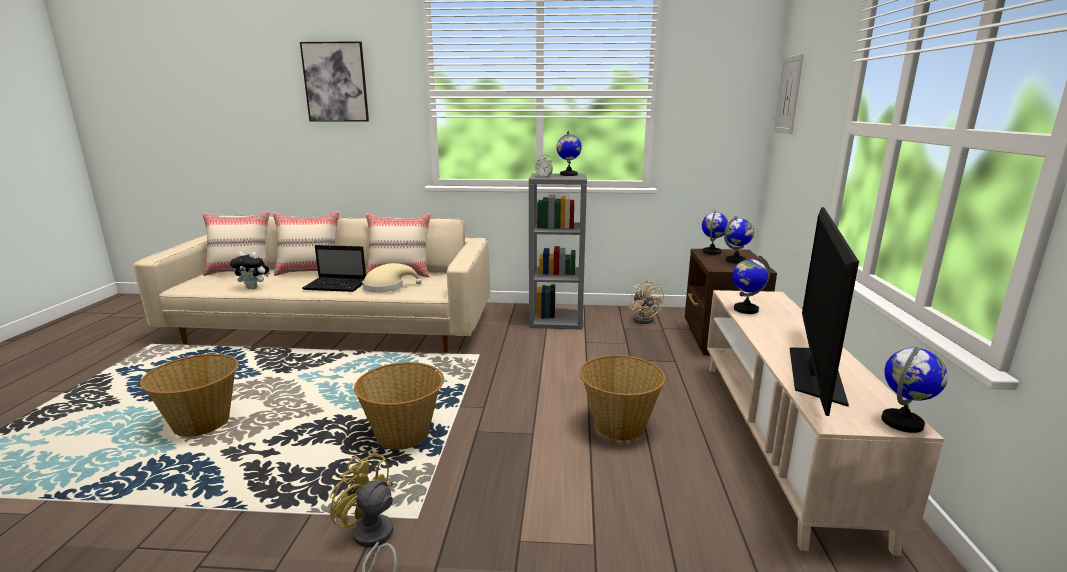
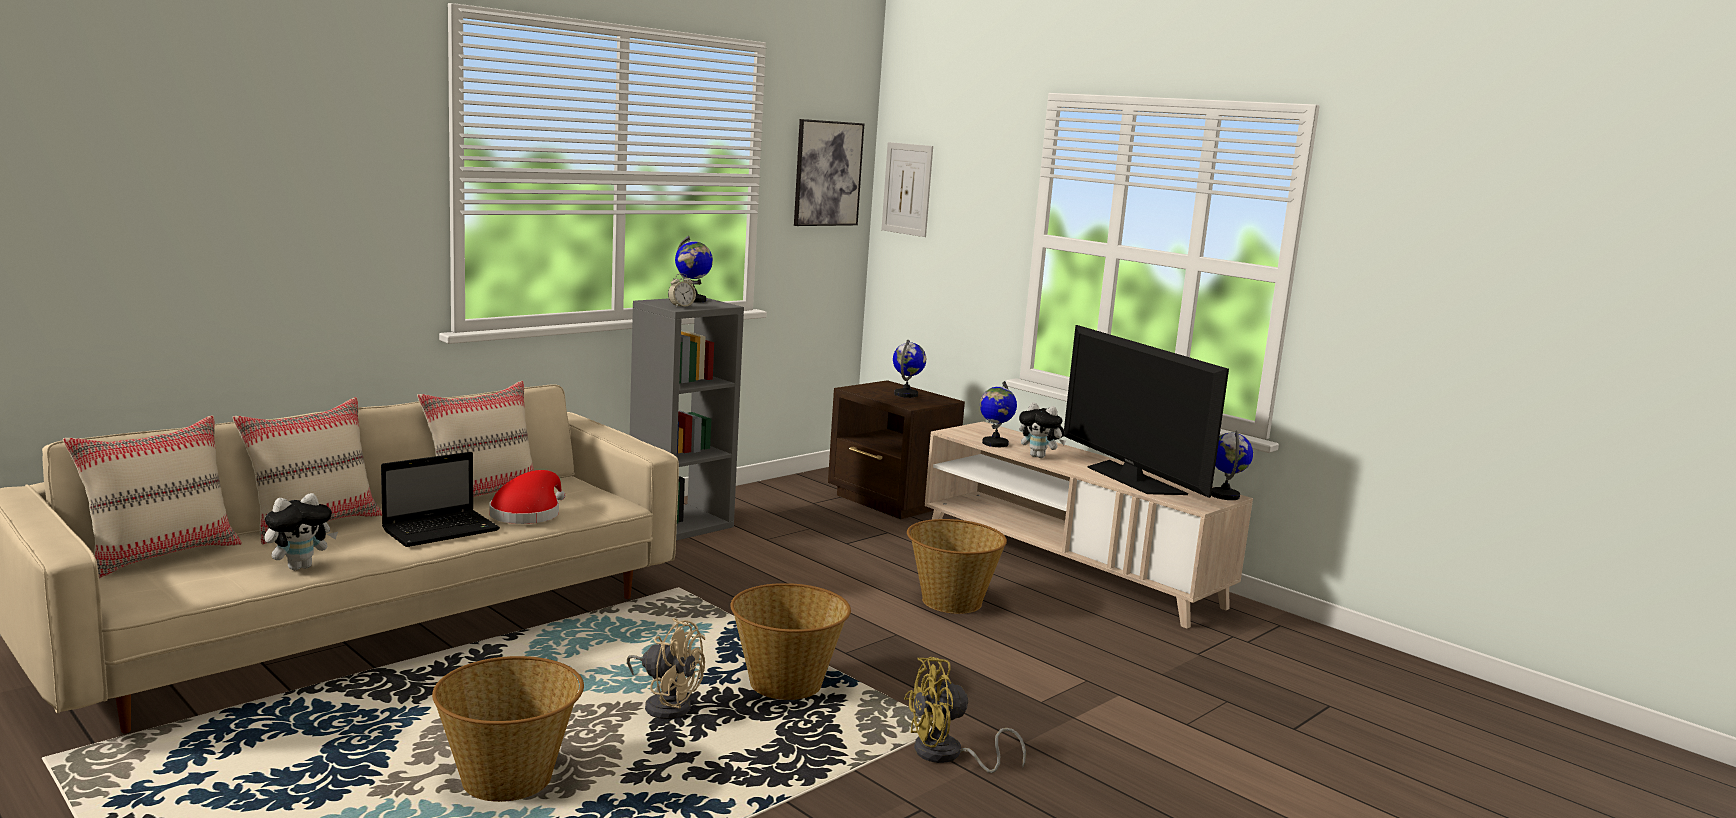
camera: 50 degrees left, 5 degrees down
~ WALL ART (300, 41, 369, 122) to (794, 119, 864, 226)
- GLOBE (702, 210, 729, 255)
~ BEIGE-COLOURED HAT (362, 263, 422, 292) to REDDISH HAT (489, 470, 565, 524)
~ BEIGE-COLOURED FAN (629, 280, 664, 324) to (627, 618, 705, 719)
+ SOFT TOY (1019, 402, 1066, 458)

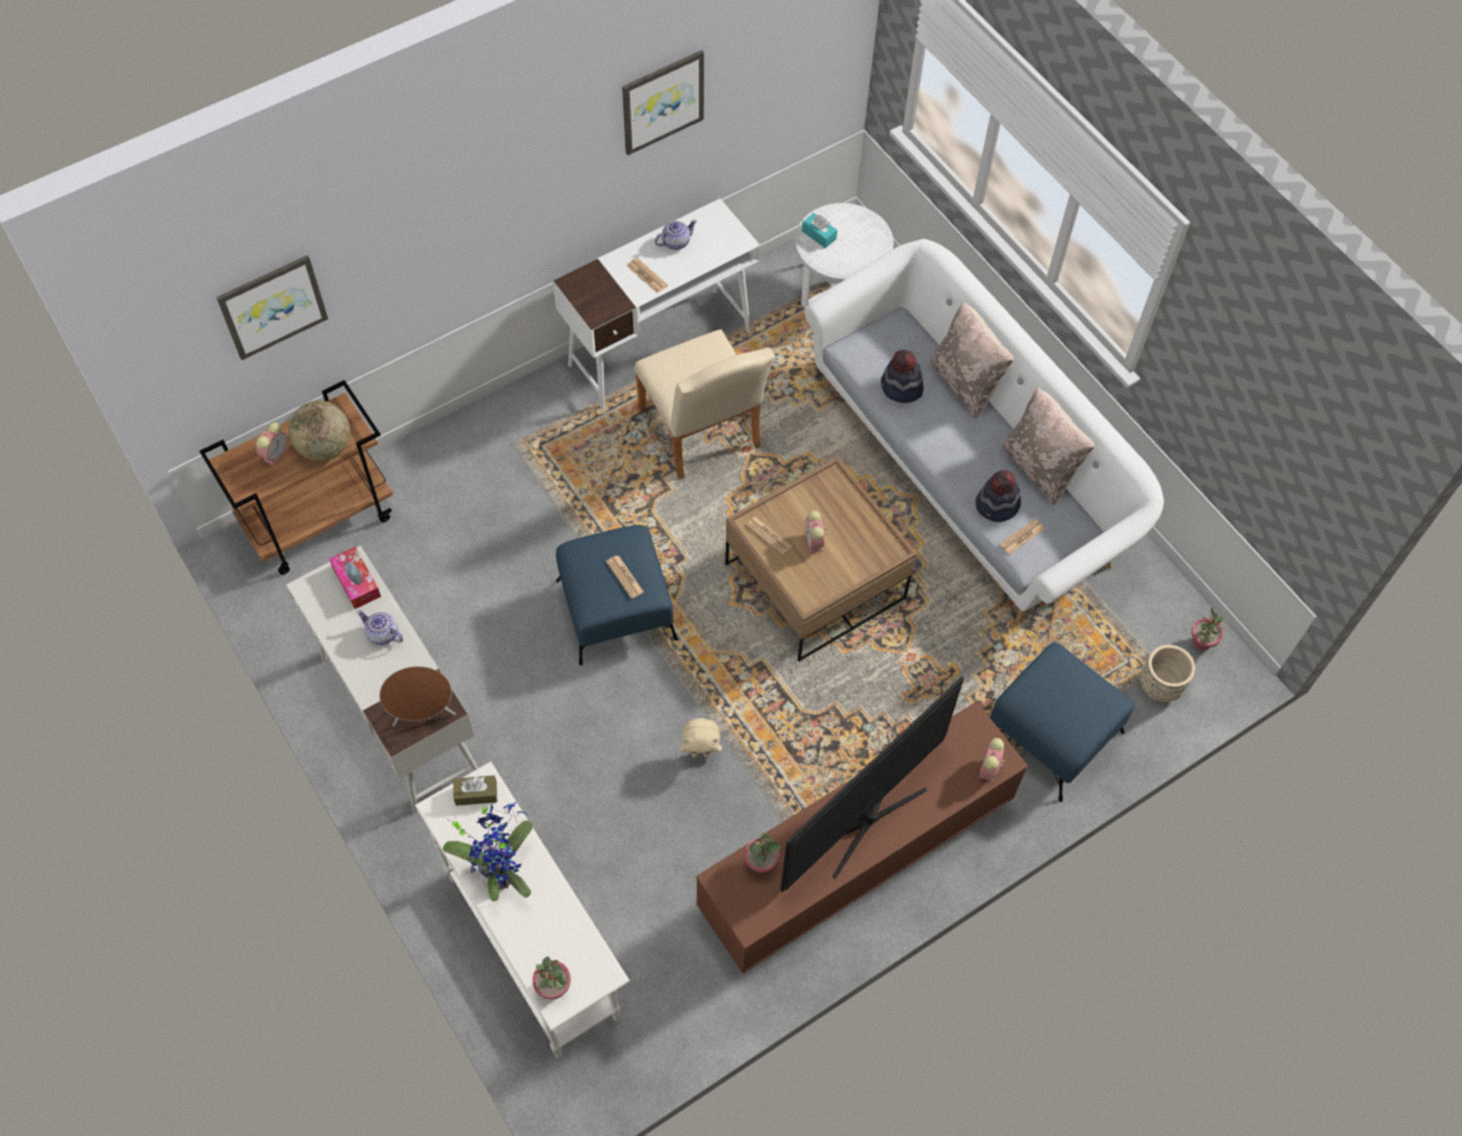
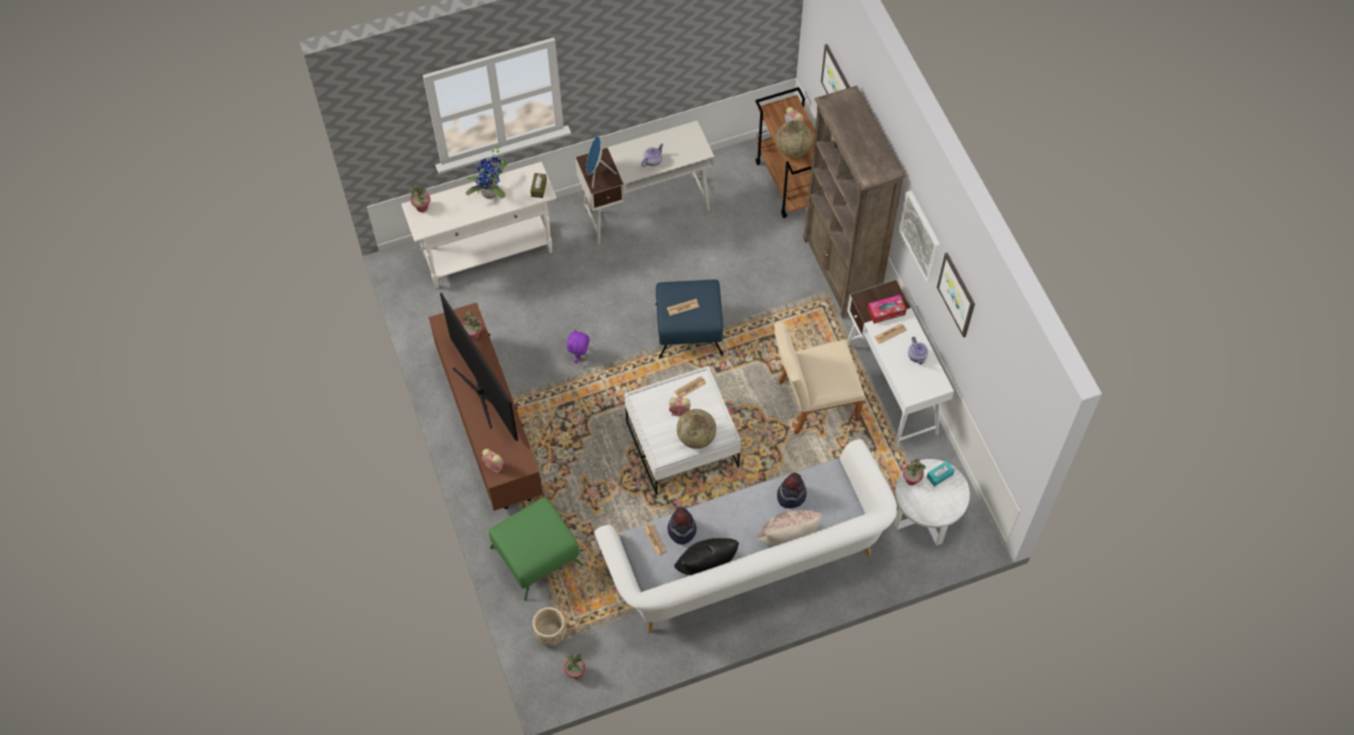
camera: 105 degrees right, 0 degrees up
~ BEIGE-COLOURED CUSHION (1002, 387, 1095, 505) to BLACK-COLOURED CUSHION (674, 538, 739, 575)
~ BROWN LOW TABLE (725, 457, 917, 662) to WHITE LOW TABLE (624, 366, 741, 495)
~ BOX OF TISSUES (329, 547, 381, 609) to (868, 295, 907, 324)
~ BLUISH POUFFE (990, 642, 1135, 802) to GREEN POUFFE (489, 497, 583, 601)
~ BROWN SPEAKER (379, 666, 456, 727) to BLUISH SPEAKER (586, 136, 617, 188)
~ BEIGE-COLOURED SOFT TOY (680, 718, 722, 758) to PURPLISH SOFT TOY (567, 329, 590, 363)
+ BROWN BOOKCASE (803, 86, 905, 319)
+ WALL ART (900, 191, 940, 283)
+ GLOBE (677, 409, 716, 449)
+ POTTED PLANT (903, 458, 926, 485)

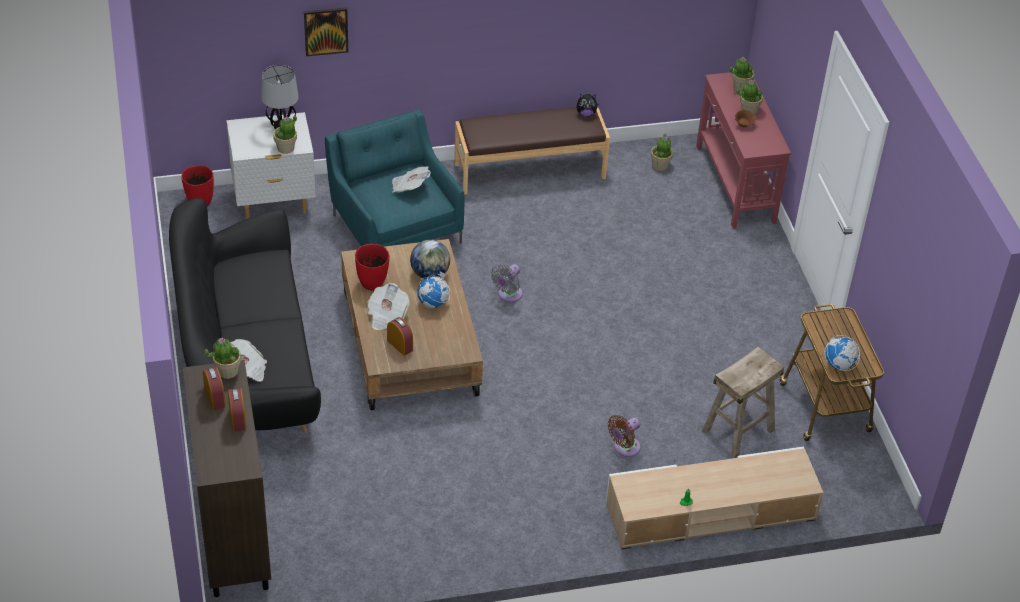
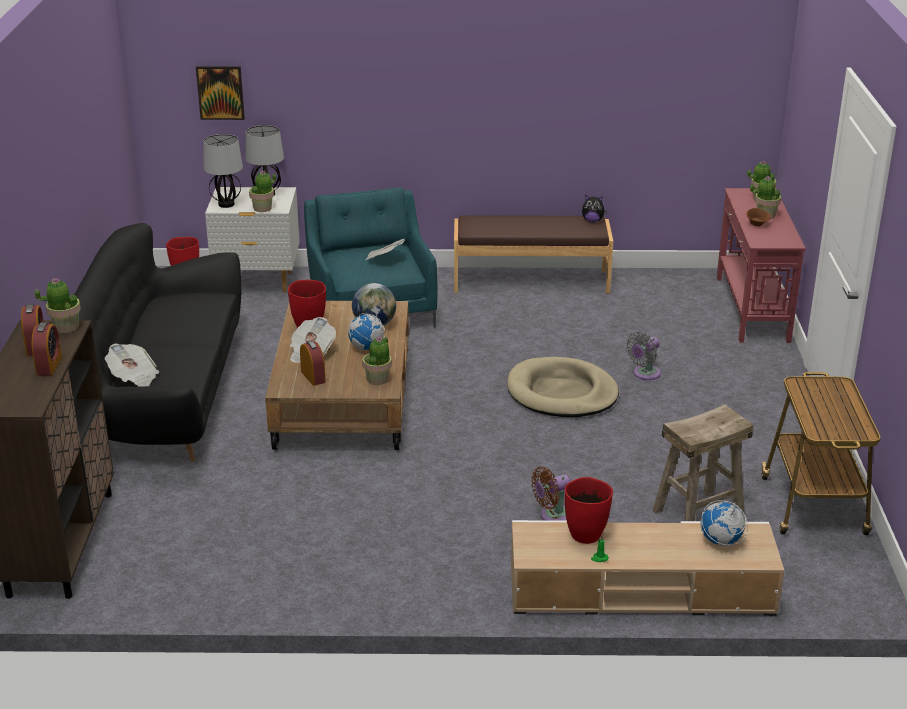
camera: 15 degrees right, 15 degrees down
~ WALL ART (304, 7, 348, 56) to (196, 66, 245, 120)
~ POTTED PLANT (651, 134, 673, 171) to (362, 337, 392, 385)
~ GRAY FAN (491, 264, 523, 302) to (626, 332, 661, 380)
~ GLOBE (824, 335, 860, 371) to (700, 500, 748, 546)
+ LAMP FOR A TABLE (203, 134, 243, 208)
+ BEIGE-COLOURED DOG BED (507, 357, 619, 417)
+ REDDISH DECORATIVE VASE (565, 477, 613, 544)

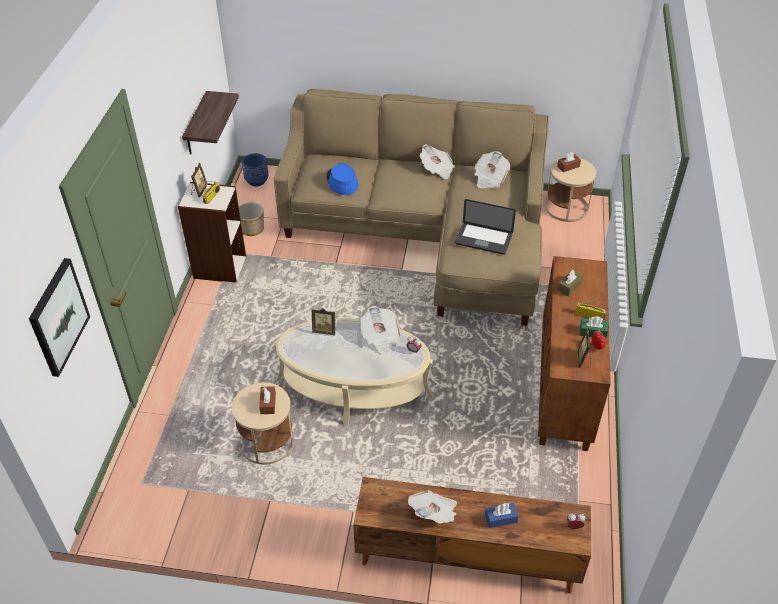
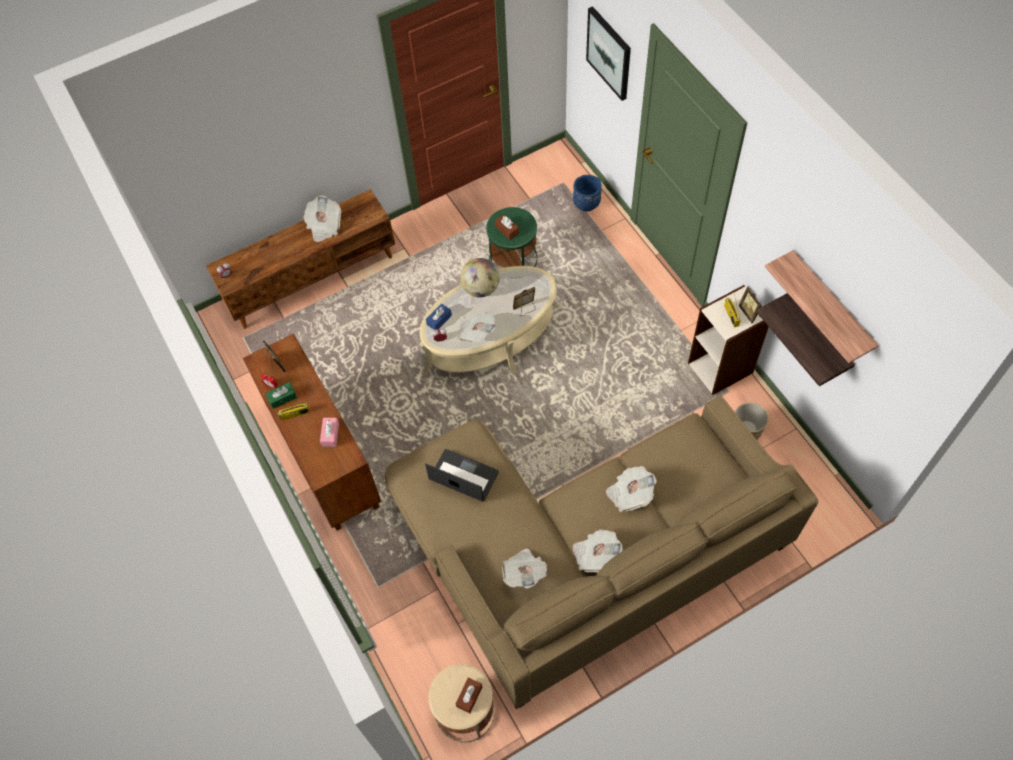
camera: 145 degrees right, 15 degrees up
~ BLUISH FLOWER POT (242, 153, 268, 187) to (573, 175, 602, 211)
- BLUISH HAT (326, 164, 358, 195)
~ LAPTOP (455, 199, 516, 255) = (425, 449, 499, 502) 45 degrees clockwise
~ BROWN BOX OF TISSUES (557, 270, 583, 296) to PINK-COLOURED BOX OF TISSUES (320, 418, 339, 447)
~ BEIGE-COLOURED END TABLE (232, 382, 294, 465) to GREEN END TABLE (486, 207, 537, 267)
~ BLUISH BOX OF TISSUES (485, 503, 519, 528) to (426, 303, 452, 330)
+ BRACKET SHELF (765, 250, 879, 363)
+ GLOBE (460, 258, 500, 298)
+ DAILY PAPER (606, 466, 657, 512)

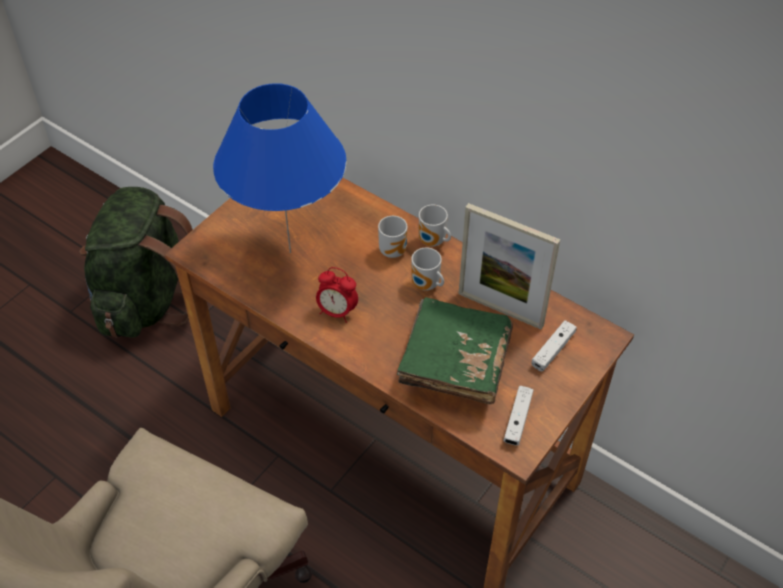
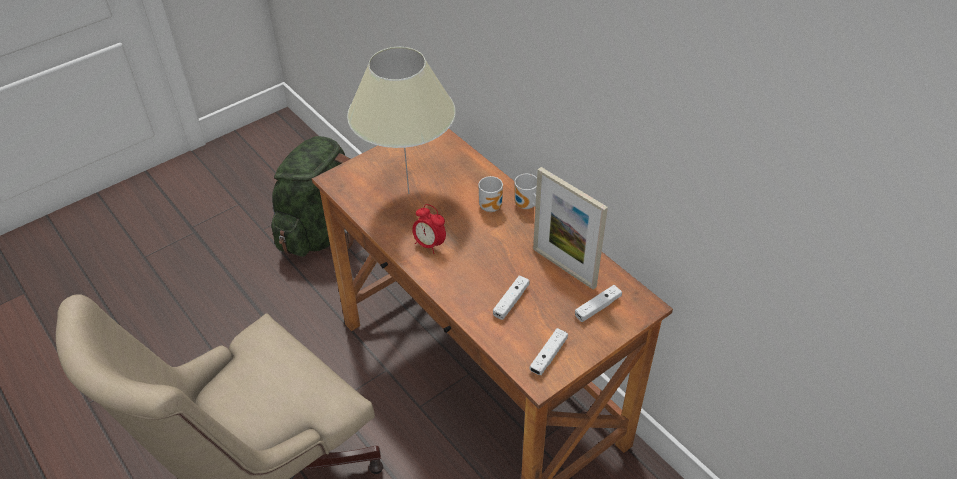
camera: 15 degrees right, 5 degrees down
~ BLUISH LAMP FOR A TABLE (213, 83, 347, 253) to BEIGE-COLOURED LAMP FOR A TABLE (347, 47, 456, 194)
- COFFEE MUG (411, 248, 444, 291)
~ GREEN BOOK (397, 297, 513, 405) to WHITE GAME CONTROLLER (493, 275, 530, 320)

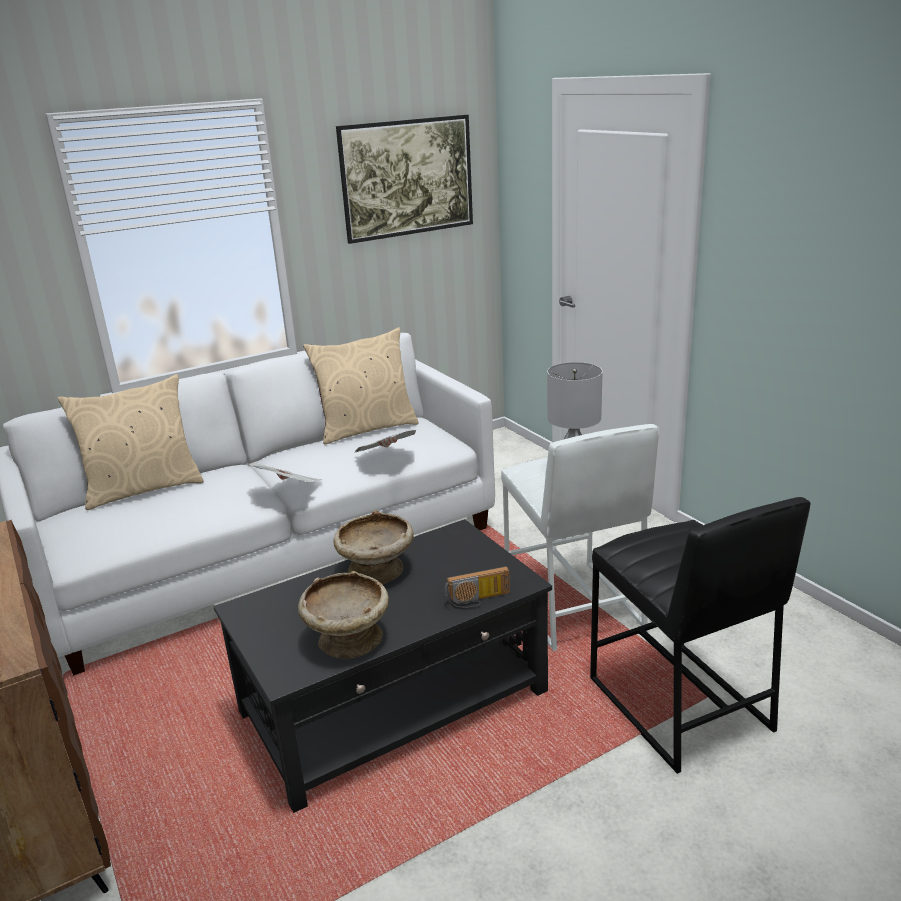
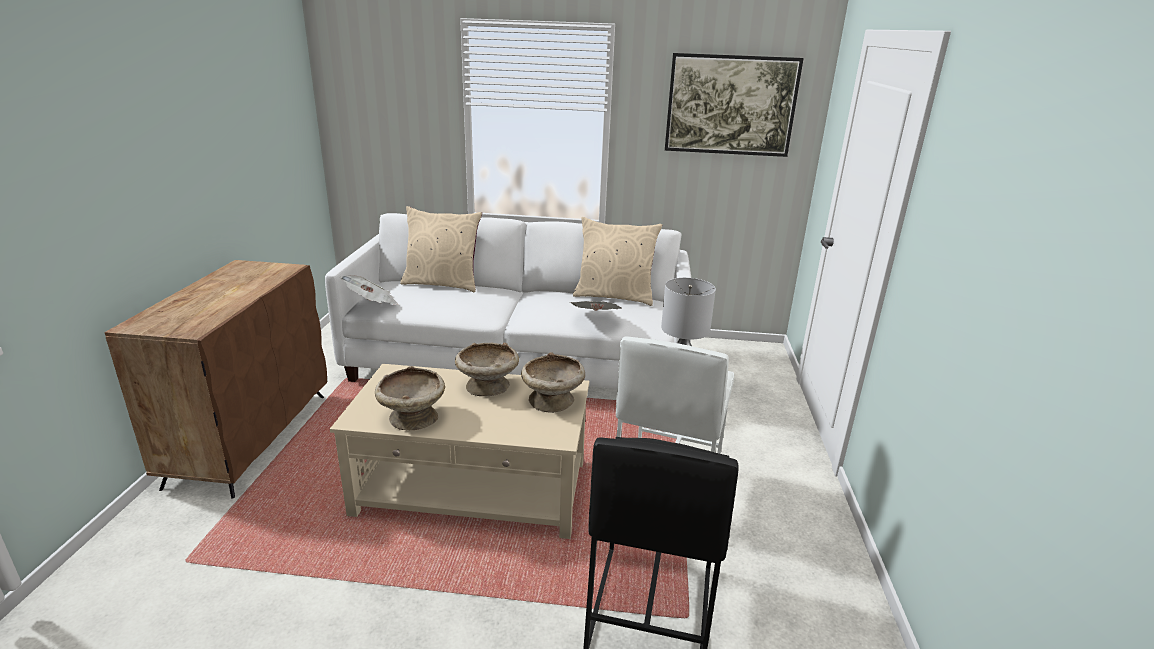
camera: 35 degrees right, 0 degrees up
~ DAILY PAPER (247, 463, 323, 483) to (340, 275, 398, 305)
~ BLACK-COLOURED LOW TABLE (213, 519, 552, 813) to BEIGE-COLOURED LOW TABLE (330, 364, 589, 539)
- RADIO SET (444, 566, 510, 610)
+ BEIGE-COLOURED SERVING BOWL (521, 352, 585, 413)

